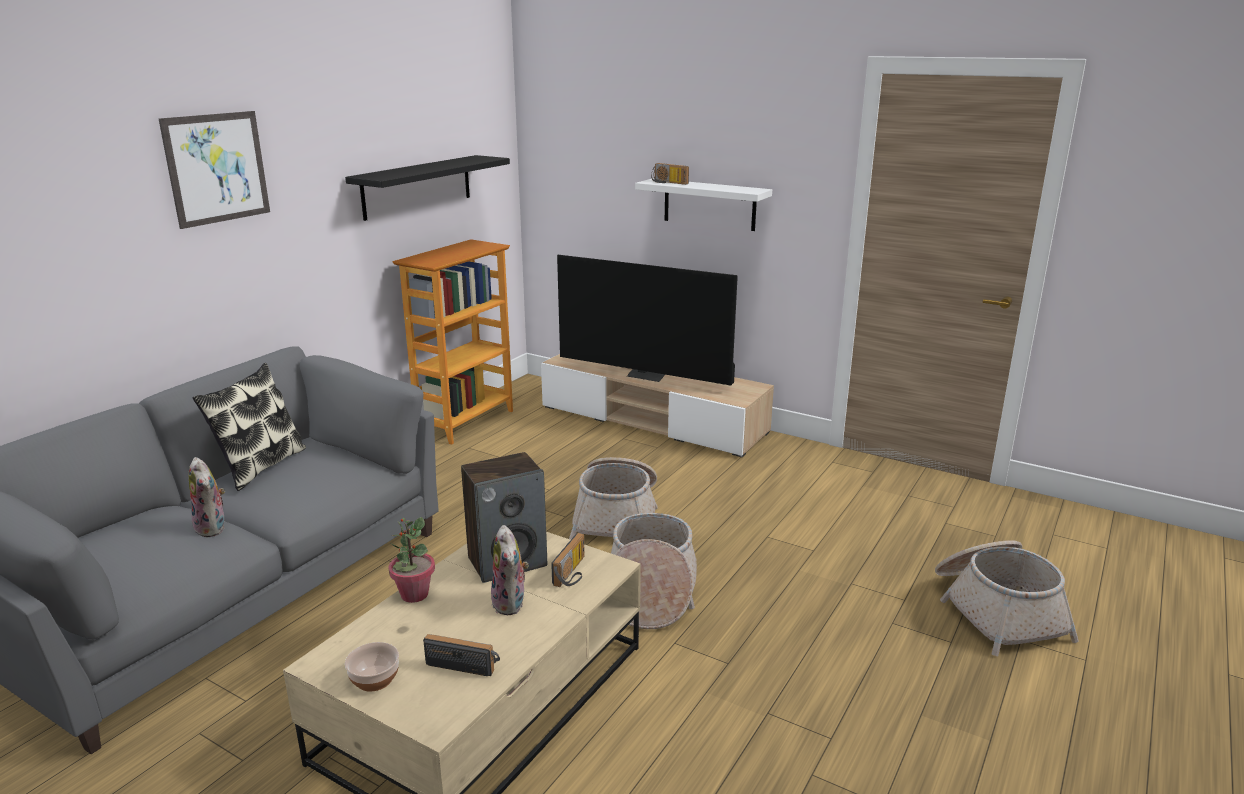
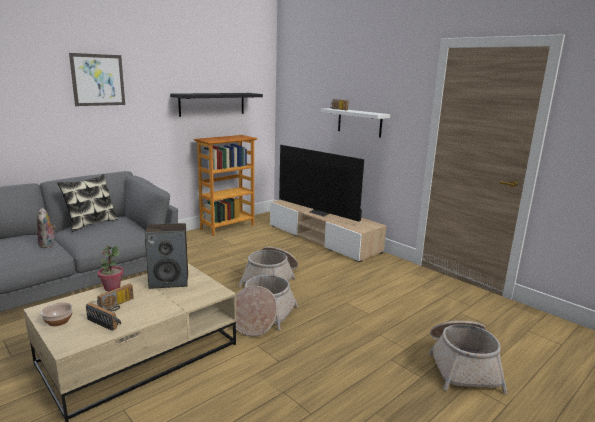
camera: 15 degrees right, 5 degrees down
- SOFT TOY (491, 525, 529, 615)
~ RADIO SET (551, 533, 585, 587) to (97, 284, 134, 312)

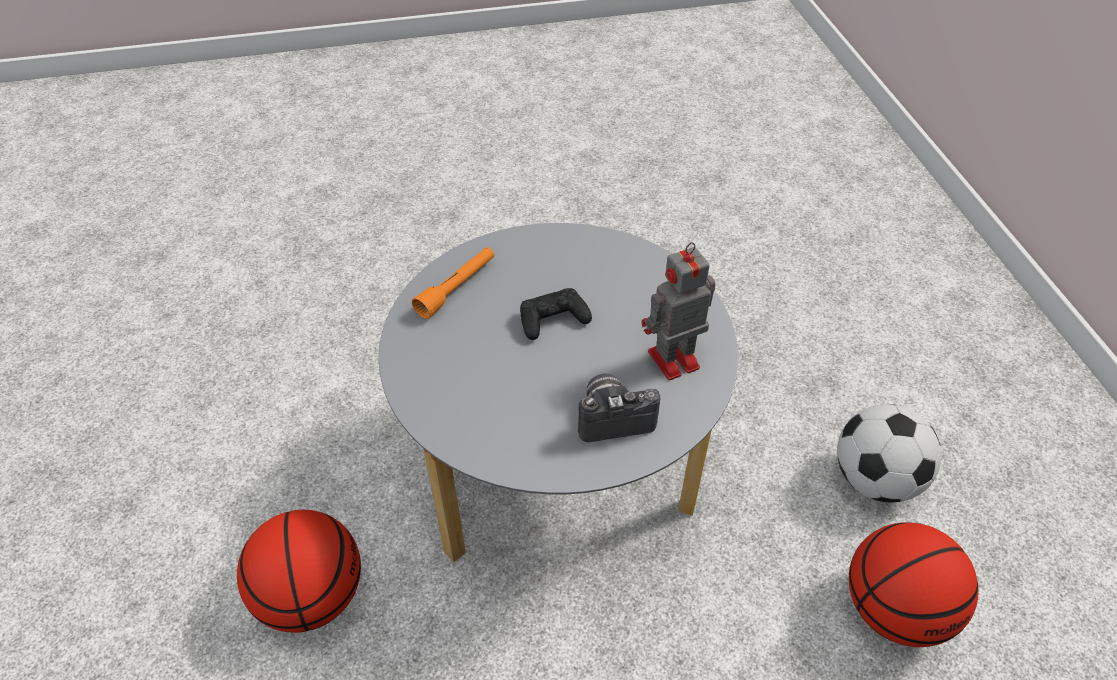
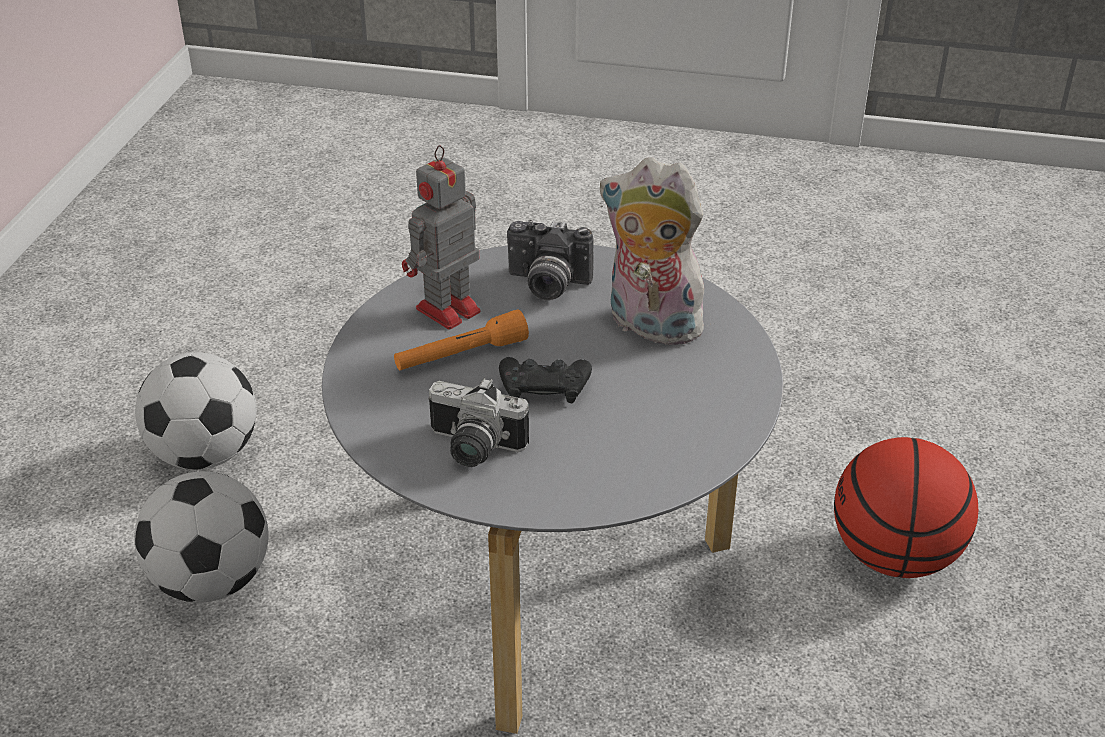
camera: 155 degrees left, 10 degrees down
~ ROBOT FIGURE (642, 242, 715, 380) = (402, 145, 481, 330) 135 degrees clockwise
~ ORANGE TORCH (412, 247, 494, 319) to (394, 309, 529, 370)
- BASKETBALL BALL (849, 522, 978, 647)
+ SOFT TOY (600, 157, 713, 348)
+ STILL CAMERA (428, 378, 529, 467)
+ FOOTBALL BALL (134, 471, 268, 603)

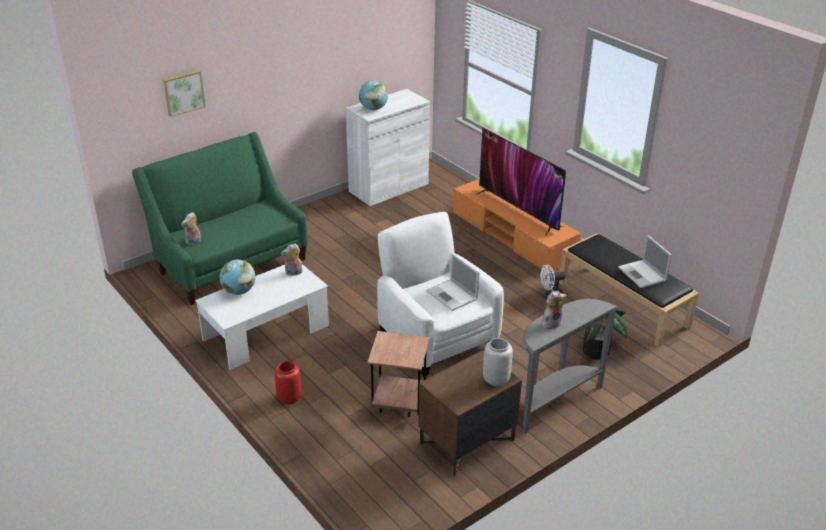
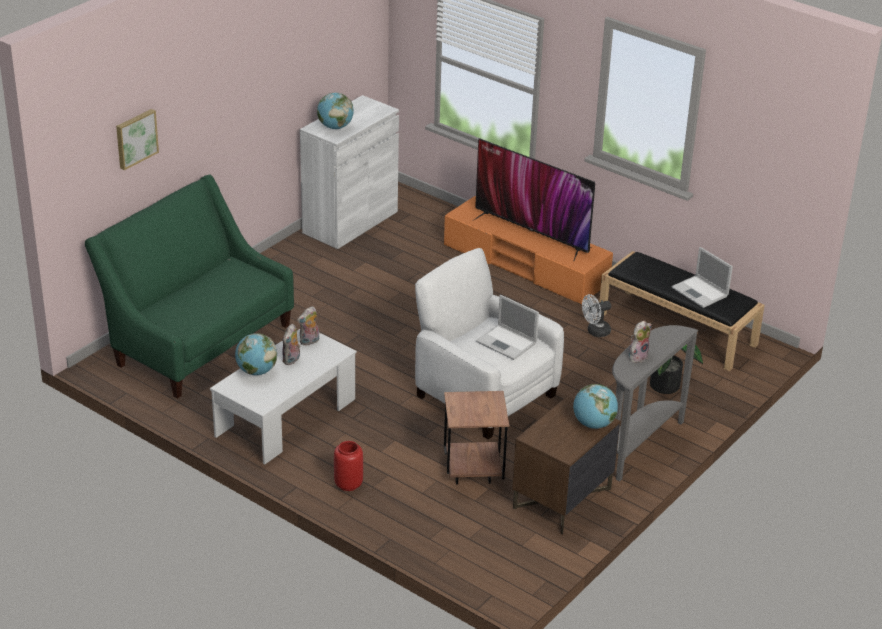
camera: 15 degrees left, 0 degrees up
~ SOFT TOY (181, 212, 201, 245) to (282, 324, 301, 365)
~ GRAY DECORATIVE VASE (483, 338, 513, 386) to GLOBE (573, 384, 618, 429)

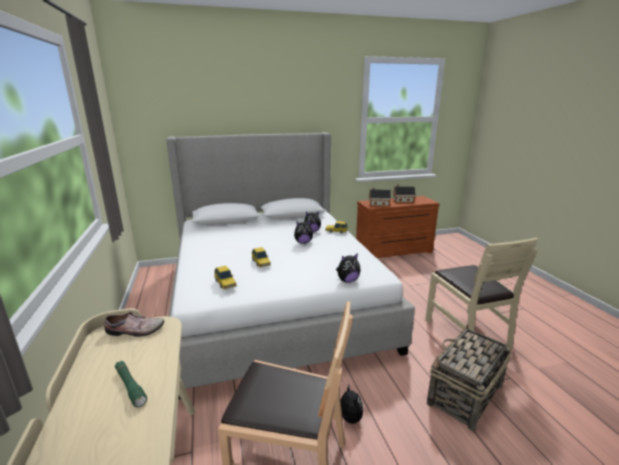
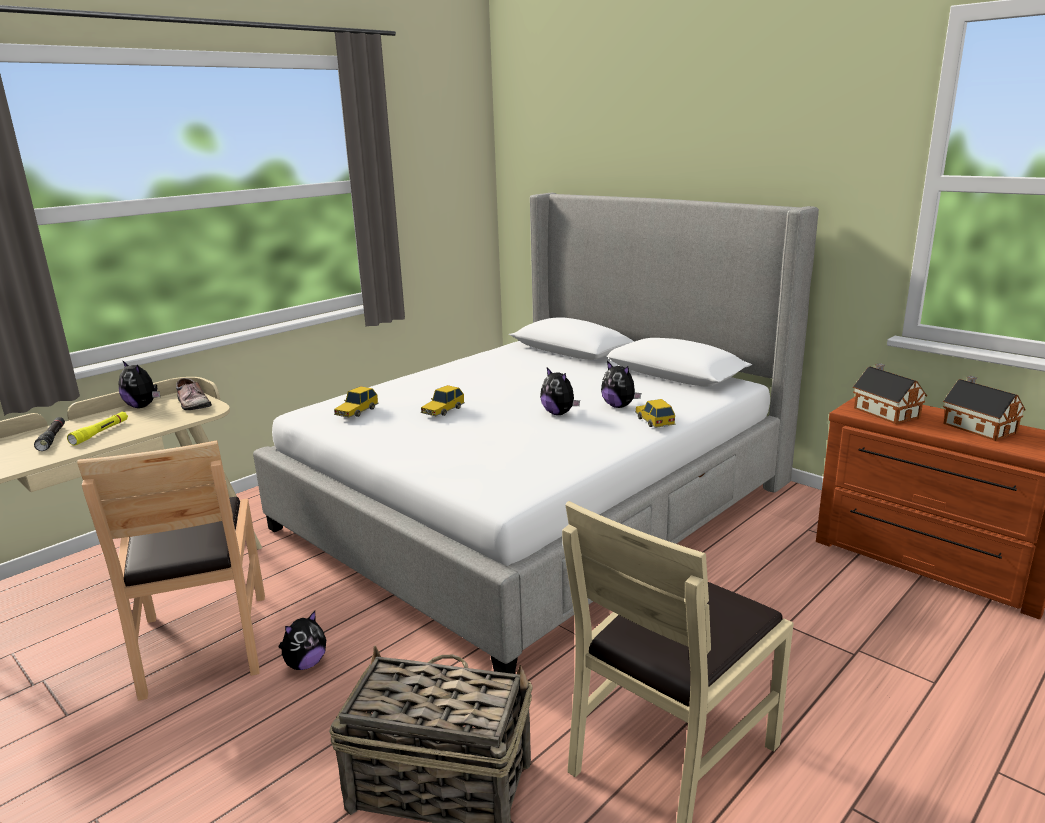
camera: 60 degrees right, 0 degrees up
~ SOFT TOY (336, 253, 361, 283) to (119, 360, 160, 408)
~ GREEN TORCH (115, 361, 147, 407) to YELLOW TORCH (67, 412, 128, 445)
+ BLACK-COLOURED TORCH (34, 417, 65, 451)

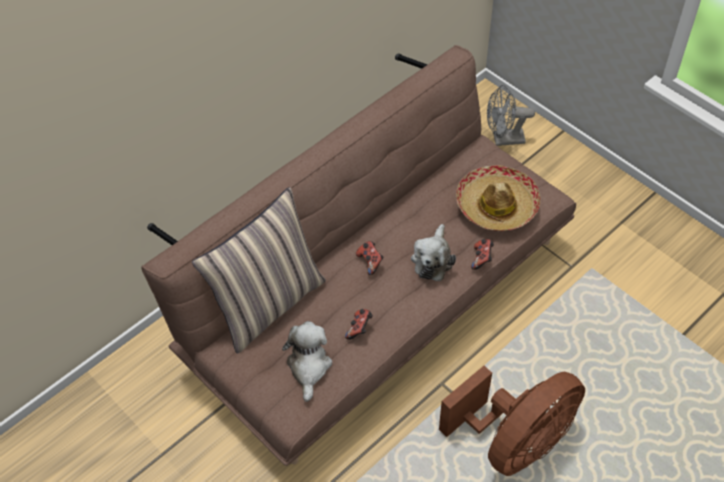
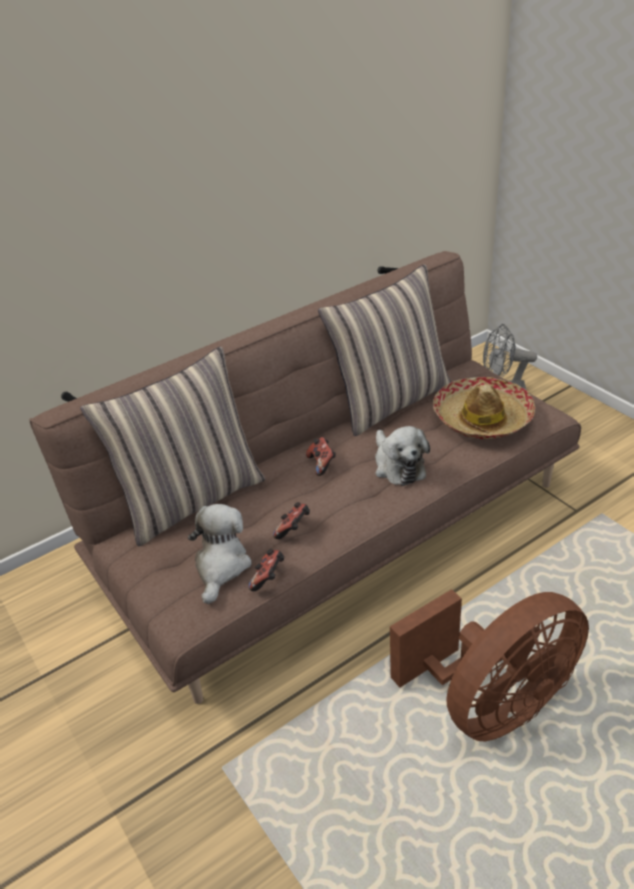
camera: 10 degrees right, 15 degrees down
~ SOFT TOY (411, 224, 456, 281) = (375, 426, 430, 486) 45 degrees counterclockwise
~ GAME CONTROLLER (471, 239, 494, 270) to (248, 549, 285, 591)
+ CUSHION (318, 264, 451, 436)

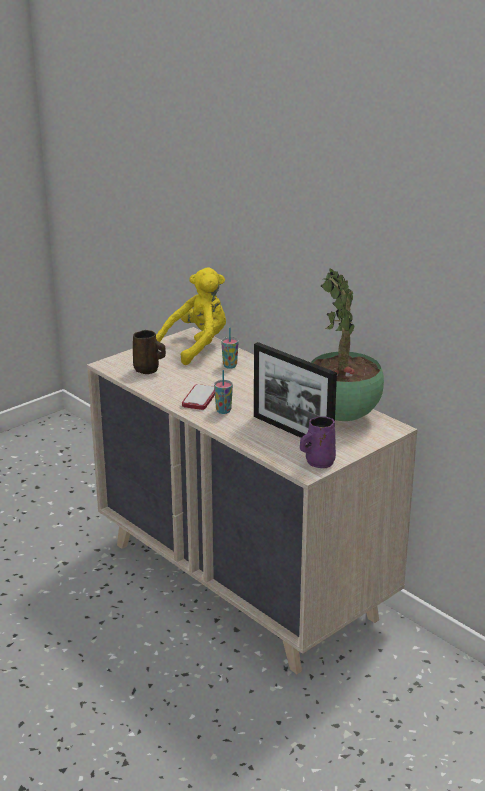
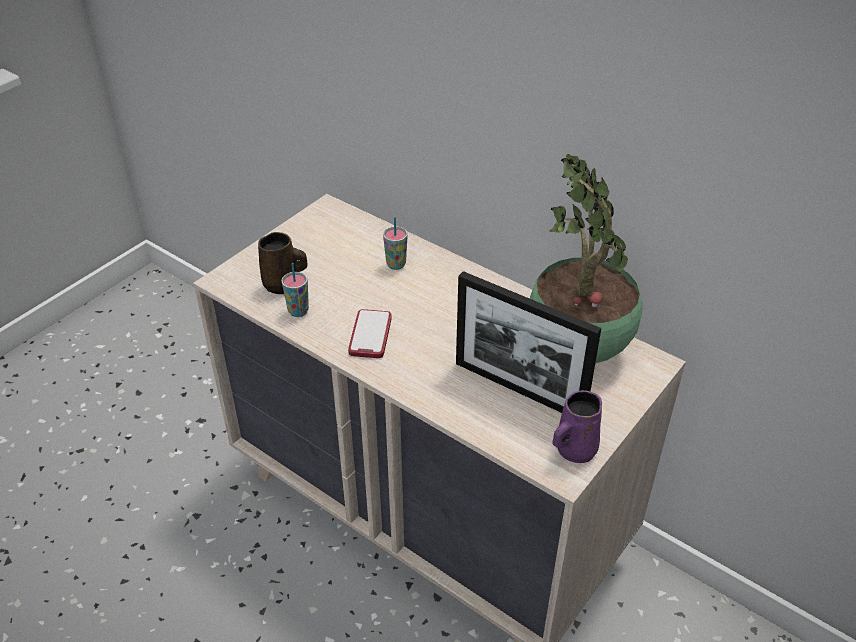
camera: 10 degrees left, 15 degrees up
- YELLOW SOFT TOY (156, 267, 226, 365)
~ DRINKING CUP (214, 370, 233, 414) to (281, 263, 309, 317)

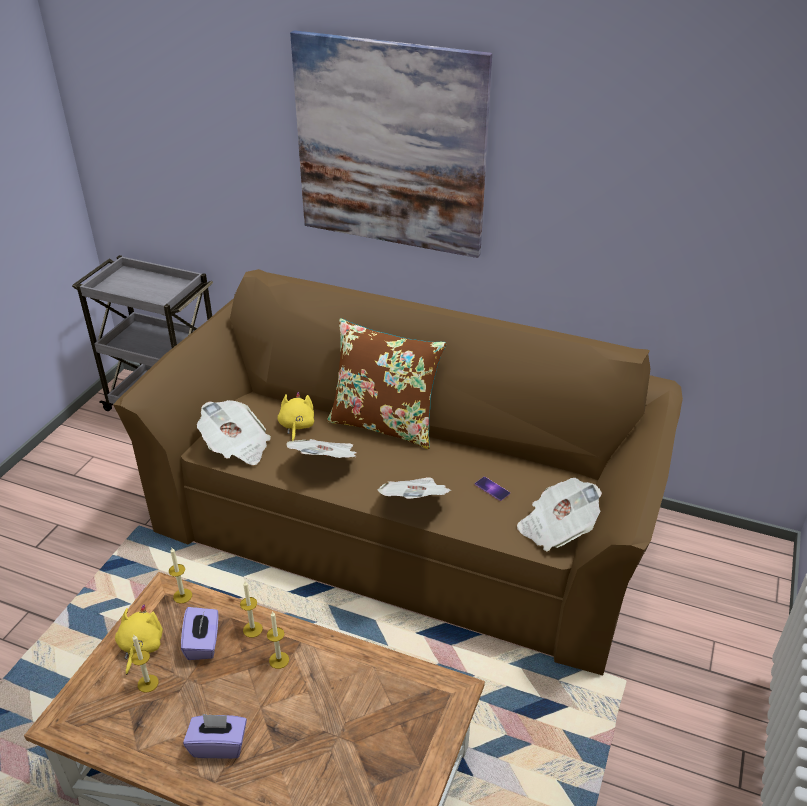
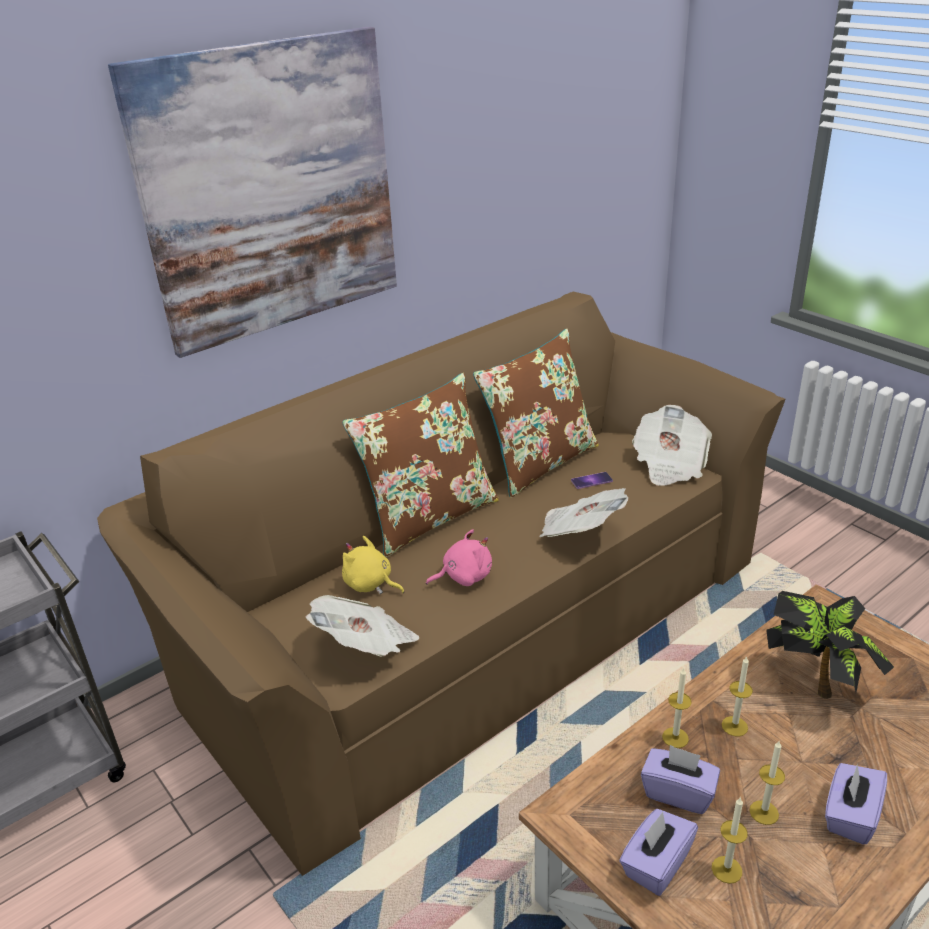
camera: 60 degrees left, 5 degrees down
~ DAILY PAPER (286, 439, 357, 458) to PINK-COLOURED SOFT TOY (426, 529, 492, 586)
~ WAX CANDLE (169, 548, 192, 604) to (750, 740, 785, 825)
~ YELLOW SOFT TOY (115, 604, 163, 675) to PURPLISH BOX OF TISSUES (619, 809, 698, 896)
+ BROWN CUSHION (473, 329, 599, 498)
+ POTTED PLANT (766, 591, 894, 699)

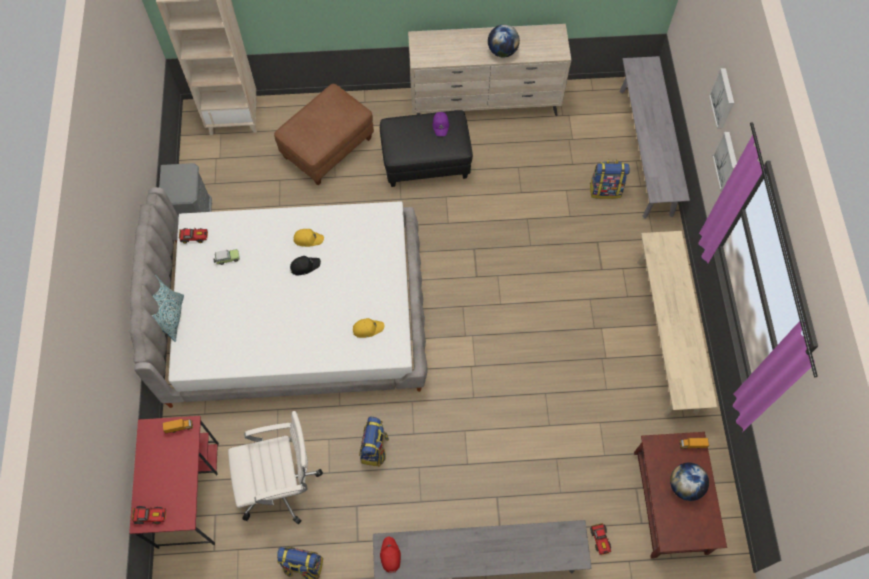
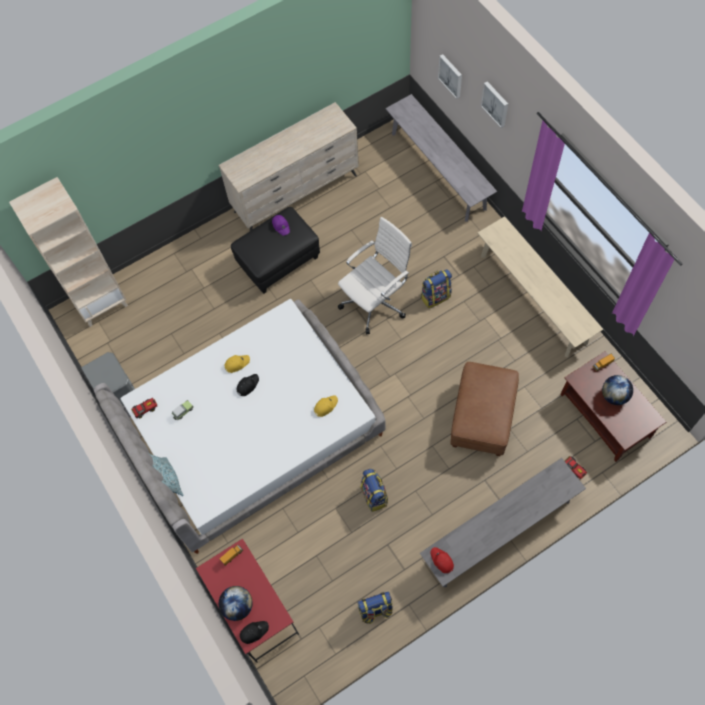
camera: 25 degrees left, 0 degrees up
~ GLOBE (488, 24, 520, 58) to (219, 586, 253, 621)
~ BROWN POUFFE (274, 84, 374, 185) to (450, 362, 519, 456)
~ WALL ART (713, 132, 737, 191) to (438, 54, 462, 99)
~ KNAPSACK (590, 160, 630, 199) to (421, 269, 452, 308)
~ WHITE COMPUTER CHAIR (228, 411, 323, 525) to (338, 217, 412, 334)
~ MODEL CAR (132, 506, 166, 524) to BLACK-COLOURED BASEBALL CAP (240, 621, 269, 644)

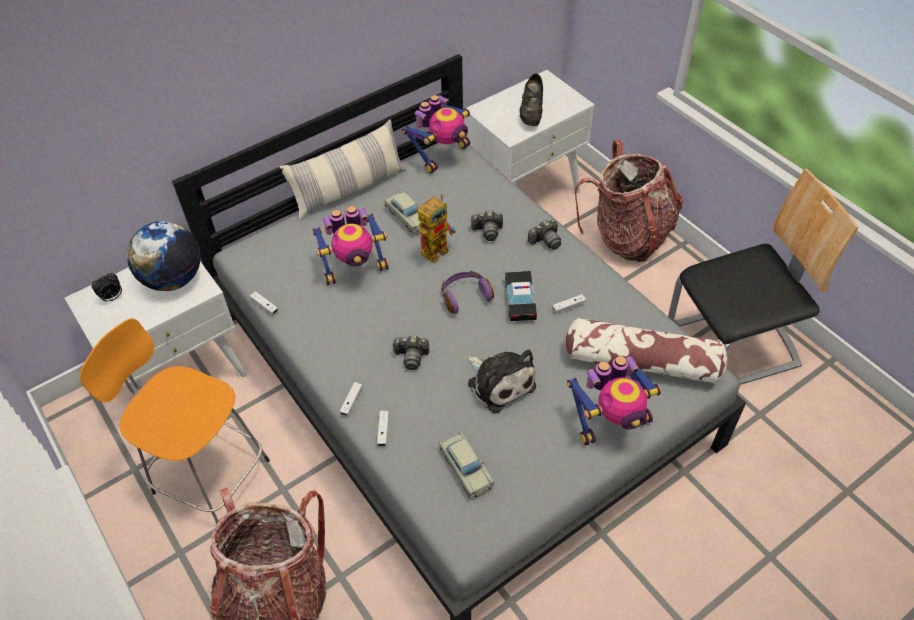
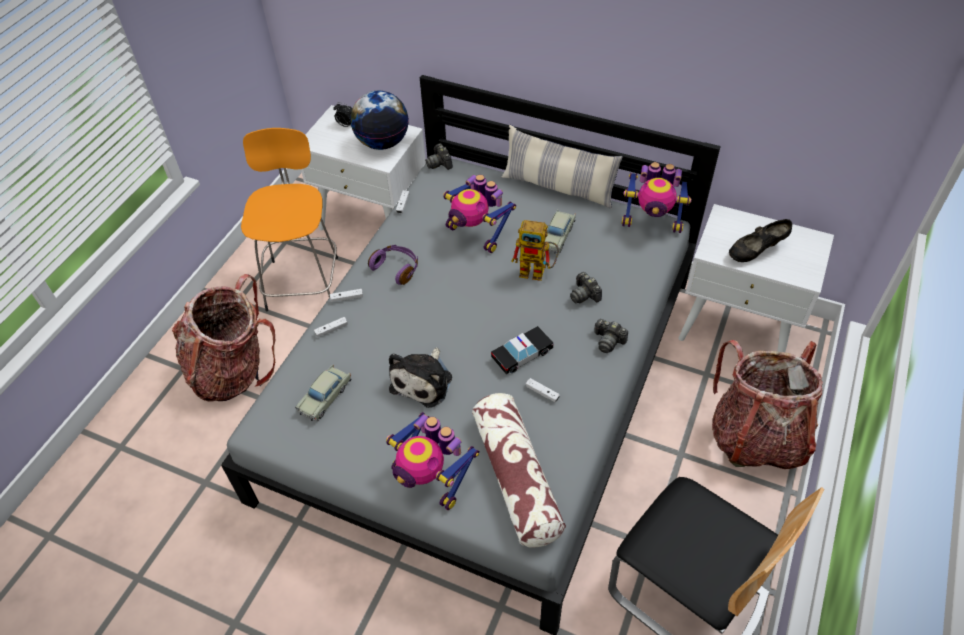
camera: 60 degrees right, 0 degrees up
~ PURPLISH HEADSET (441, 271, 494, 314) to (368, 245, 418, 285)
~ STILL CAMERA (392, 336, 429, 370) to (425, 143, 453, 170)

